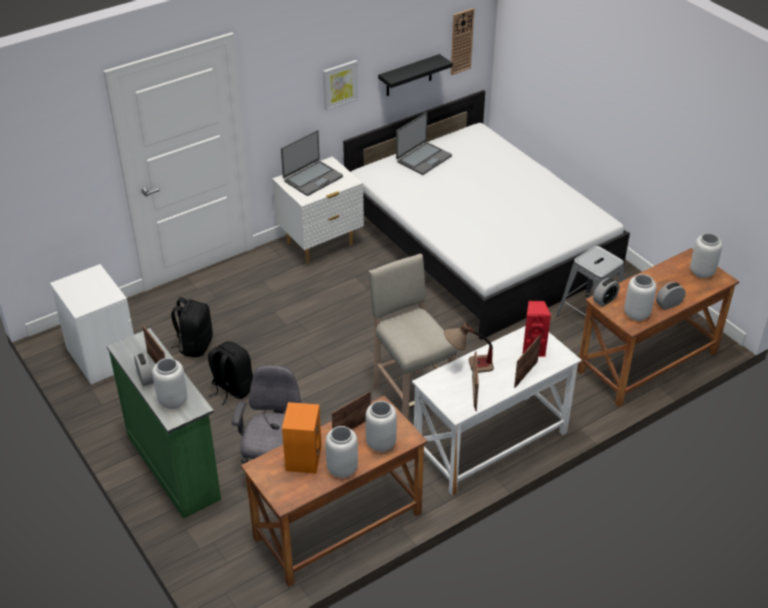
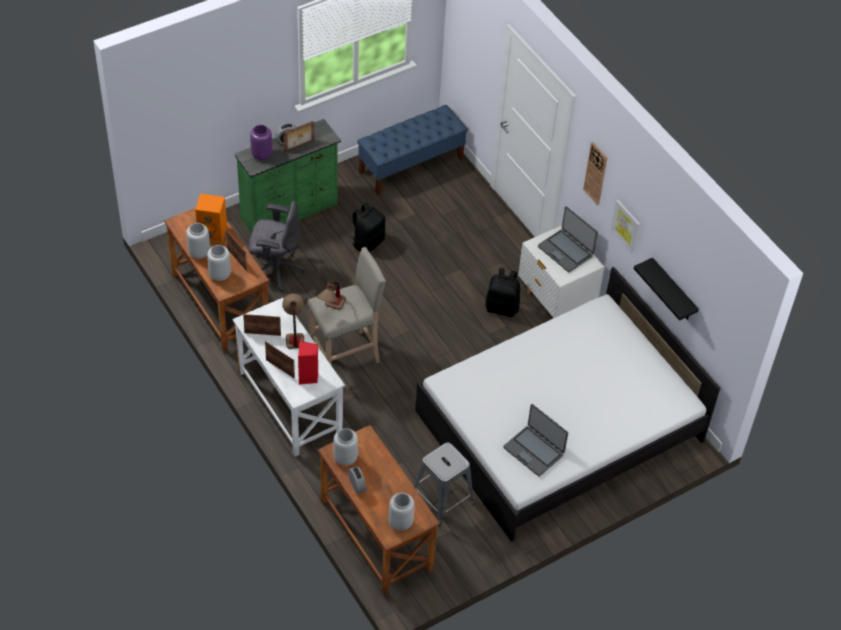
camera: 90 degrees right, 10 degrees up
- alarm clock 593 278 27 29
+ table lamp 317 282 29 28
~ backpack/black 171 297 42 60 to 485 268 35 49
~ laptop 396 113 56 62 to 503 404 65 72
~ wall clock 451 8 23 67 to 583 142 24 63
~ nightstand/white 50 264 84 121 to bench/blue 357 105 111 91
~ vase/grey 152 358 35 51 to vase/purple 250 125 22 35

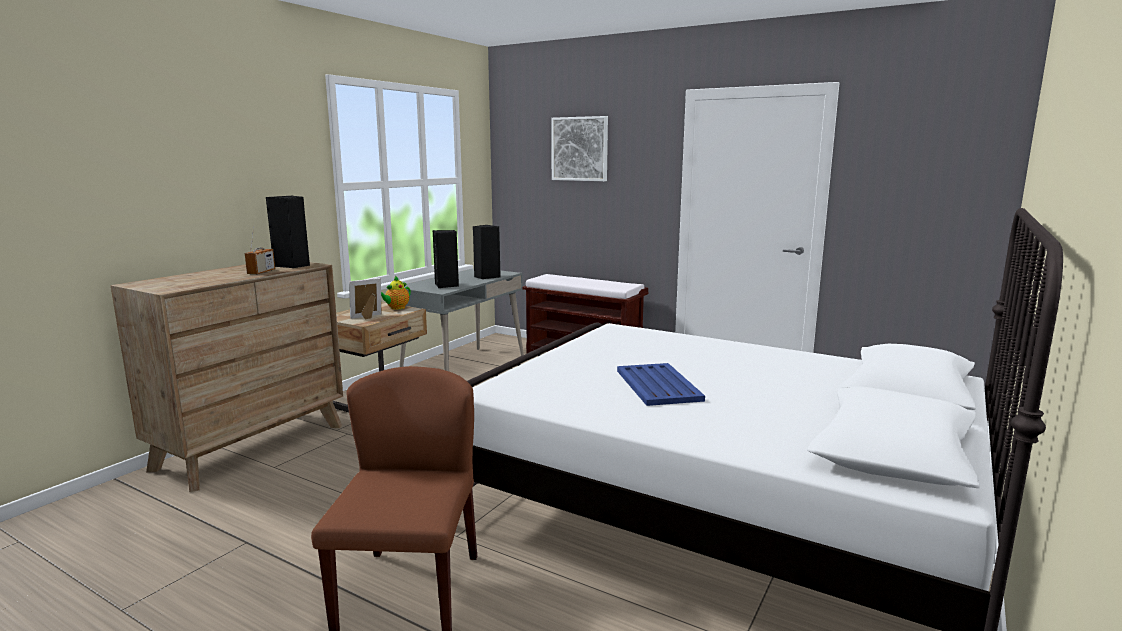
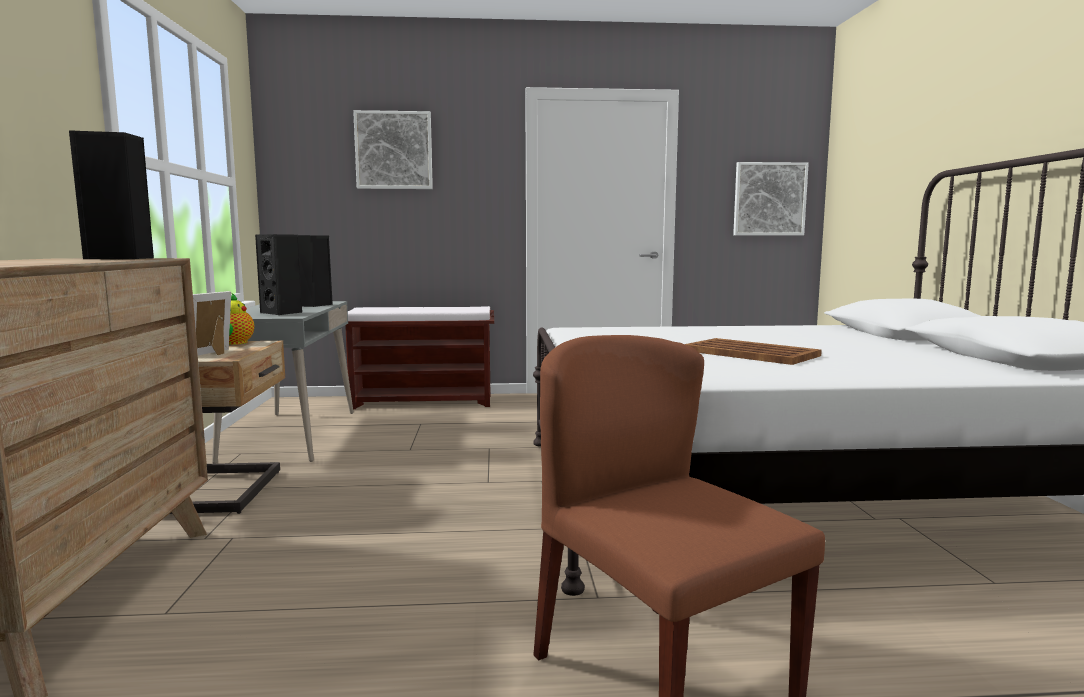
camera: 35 degrees left, 5 degrees down
- radio 245 227 30 48
+ picture 733 162 76 74
~ tray/blue 617 363 88 43 to tray/brown 685 338 137 27

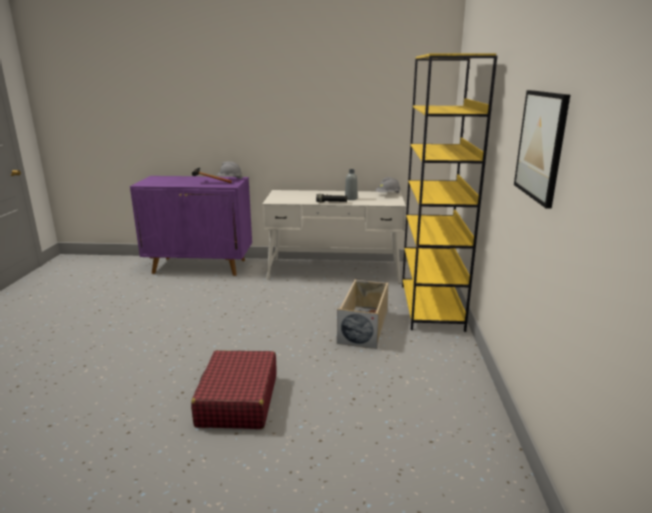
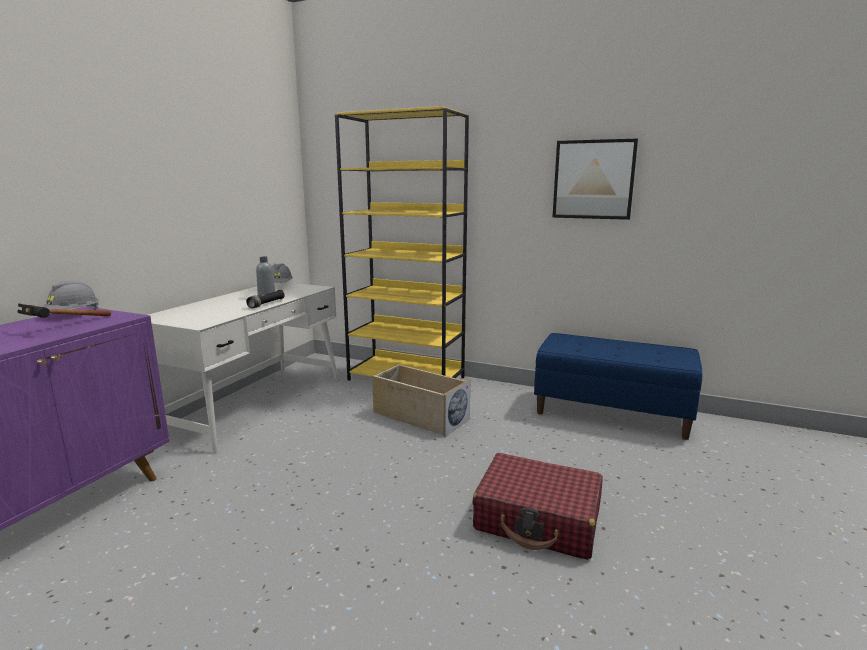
camera: 70 degrees left, 5 degrees down
+ bench/blue 534 333 168 107

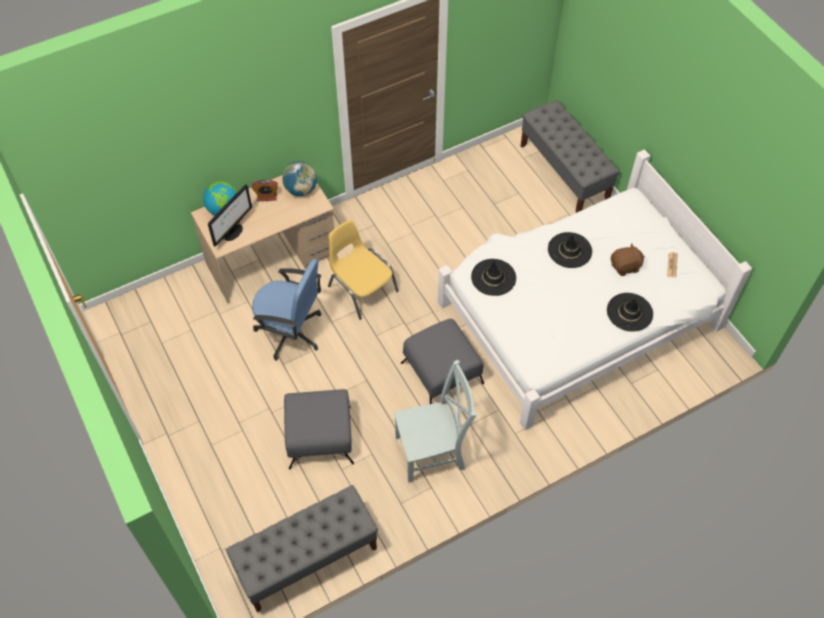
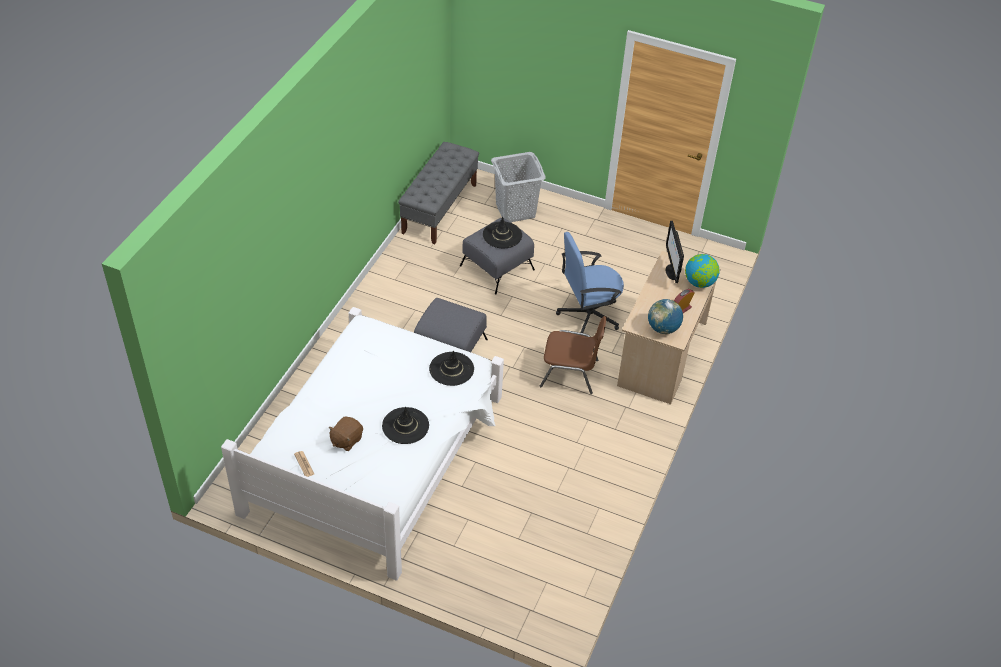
camera: 140 degrees right, 10 degrees down
- chair/grey 394 360 83 123
- bench/grey 521 100 99 113
+ laundry basket/grey 491 152 55 70
~ hat/black 607 293 46 39 to 483 217 39 31
~ chair/yellow 328 220 71 100 to chair/brown 540 316 67 78

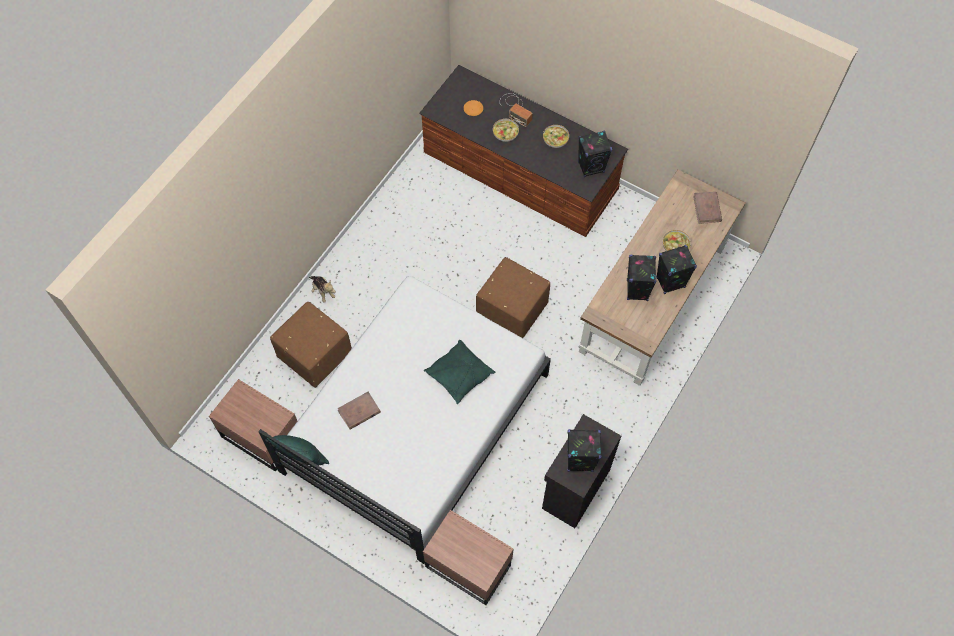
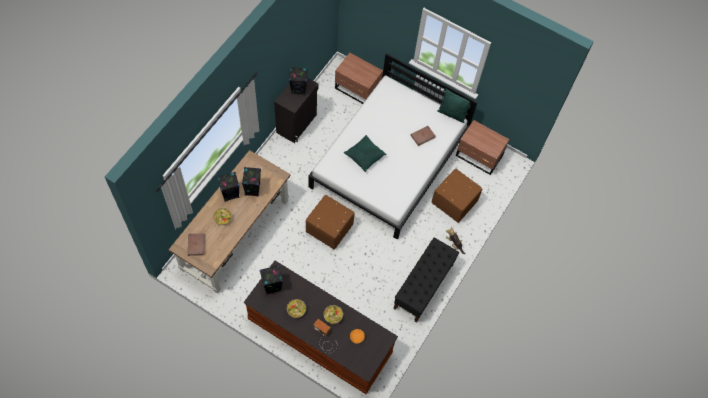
camera: 175 degrees right, 0 degrees up
+ bench/black 393 238 66 85

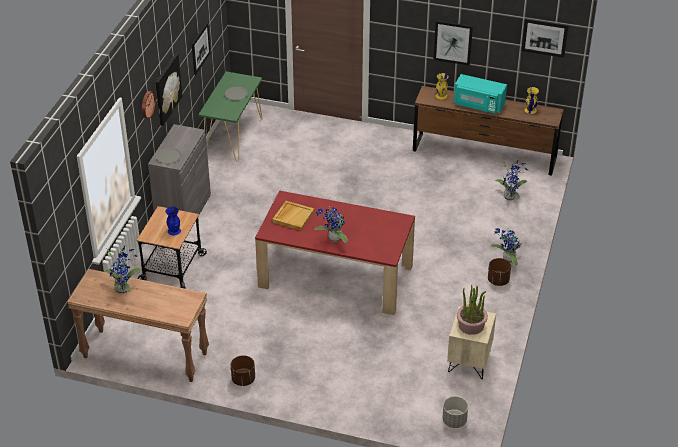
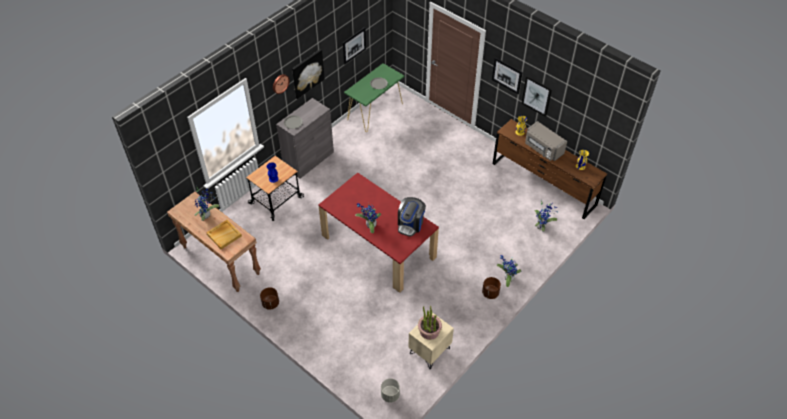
camera: 25 degrees right, 10 degrees up
+ coffee machine 398 197 28 40
~ tray/beige 272 201 42 30 to 206 220 36 29
~ picture 521 19 48 39 to 492 57 31 37
~ microwave/turquoise 454 74 53 40 to microwave/grey 525 121 42 40

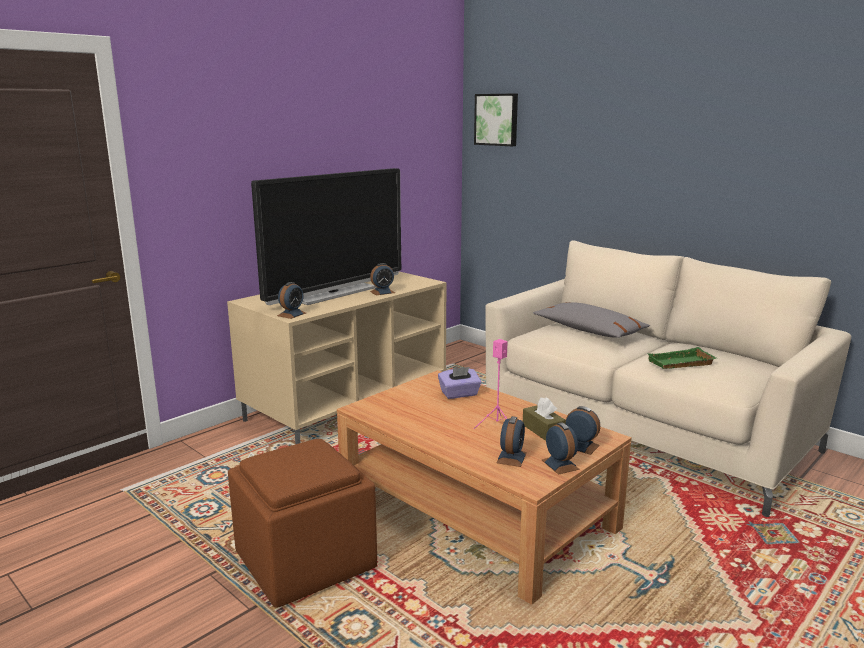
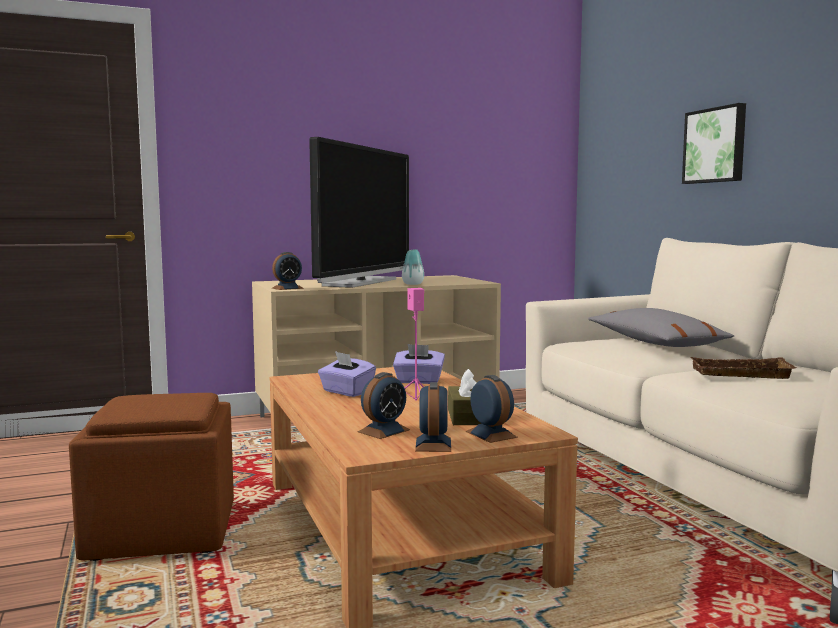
camera: 25 degrees right, 10 degrees down
+ tissue box/purple 318 351 58 46
~ picture 474 94 44 52 to 682 103 64 81
~ alarm clock 370 263 25 32 to vase 402 249 22 36
~ tray/green 647 347 69 22 to tray/brown 691 357 105 22
~ television 251 168 150 137 = 309 137 100 151 45 degrees counterclockwise

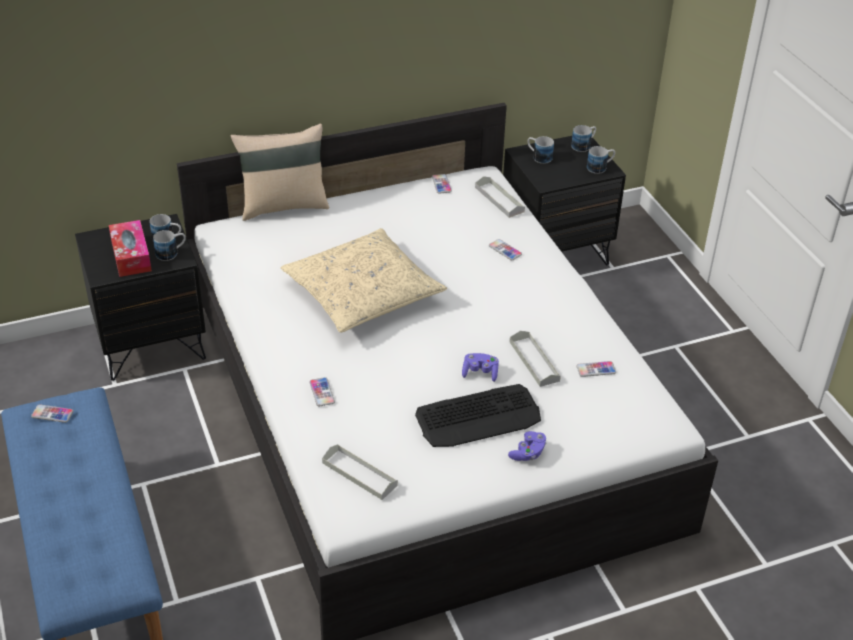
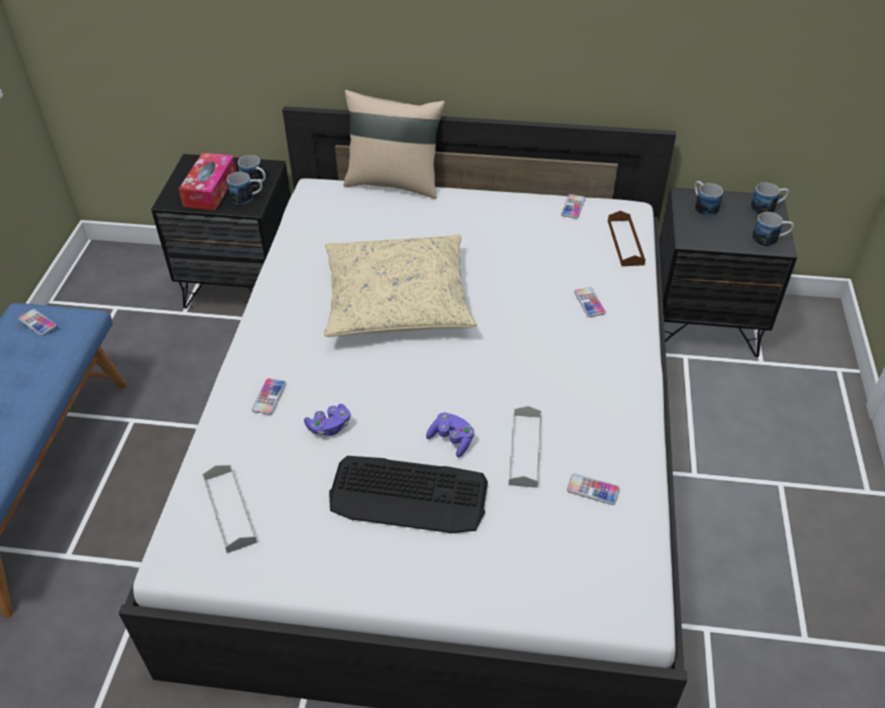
camera: 30 degrees right, 5 degrees up
~ game controller/purple 508 431 38 30 to 304 404 46 32
~ tray/grey 475 176 50 42 to tray/brown 608 211 38 55

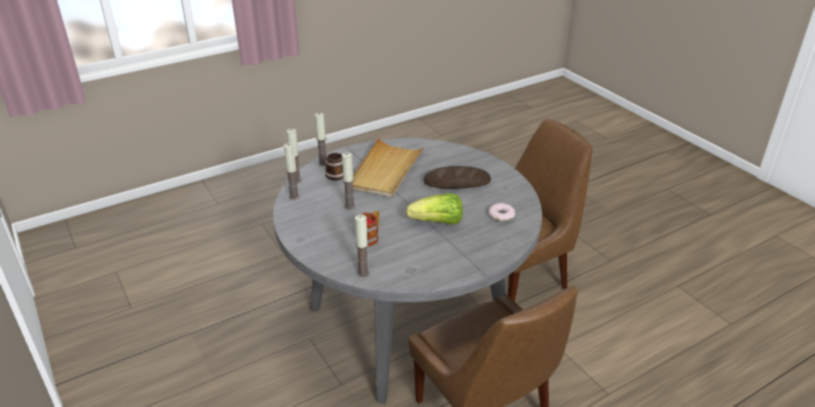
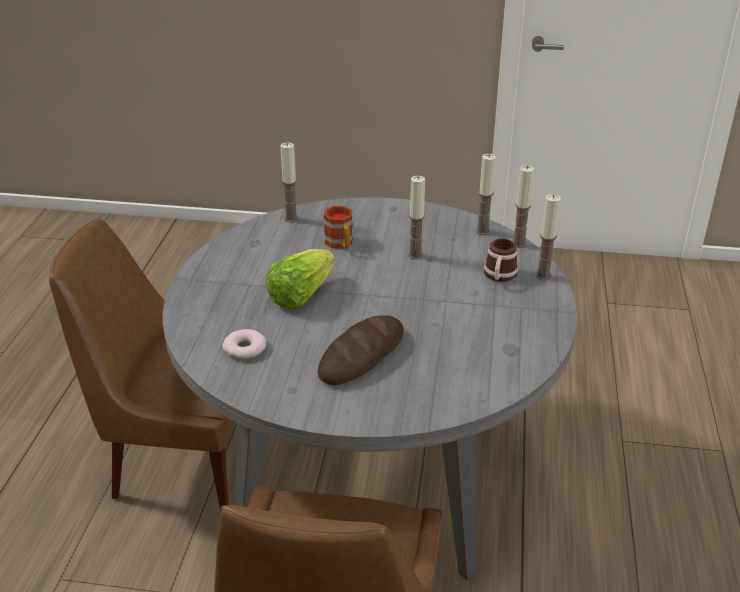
camera: 130 degrees right, 0 degrees up
- tray/beige 352 137 74 61

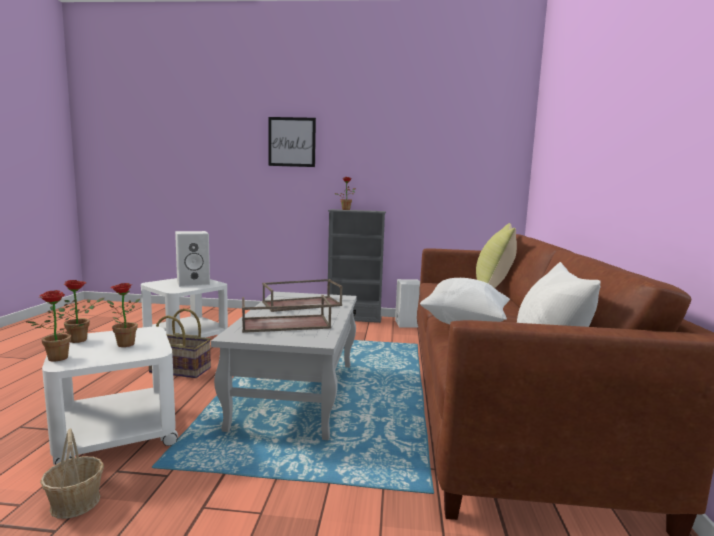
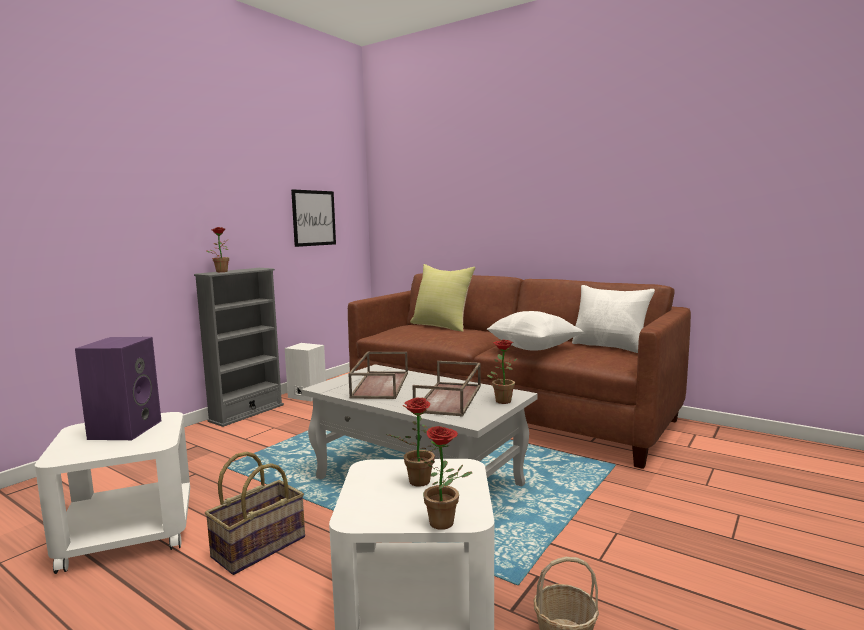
camera: 60 degrees left, 0 degrees up
~ potted plant 59 280 45 63 to 487 340 31 64
~ picture 268 117 48 50 to 291 189 45 58
~ speaker/white 175 231 35 56 to speaker/purple 75 337 86 103

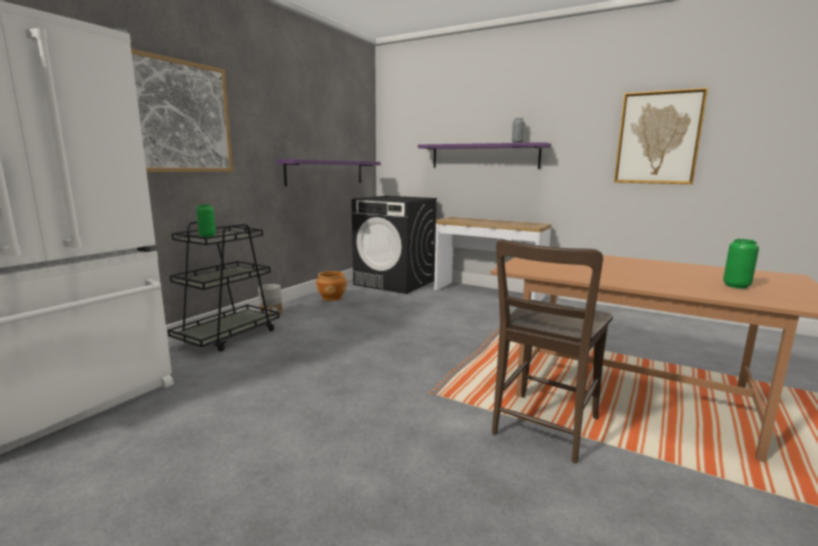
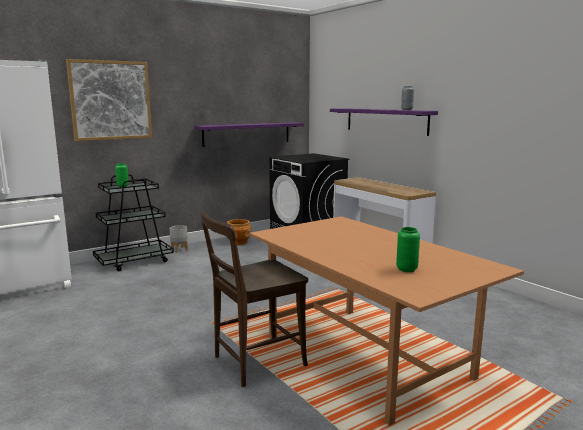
camera: 25 degrees right, 0 degrees up
- picture 614 88 94 96

